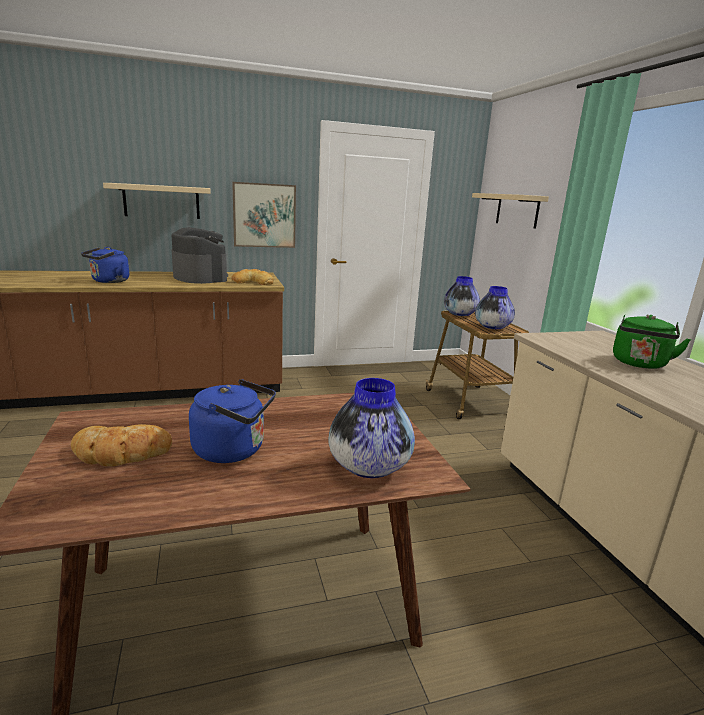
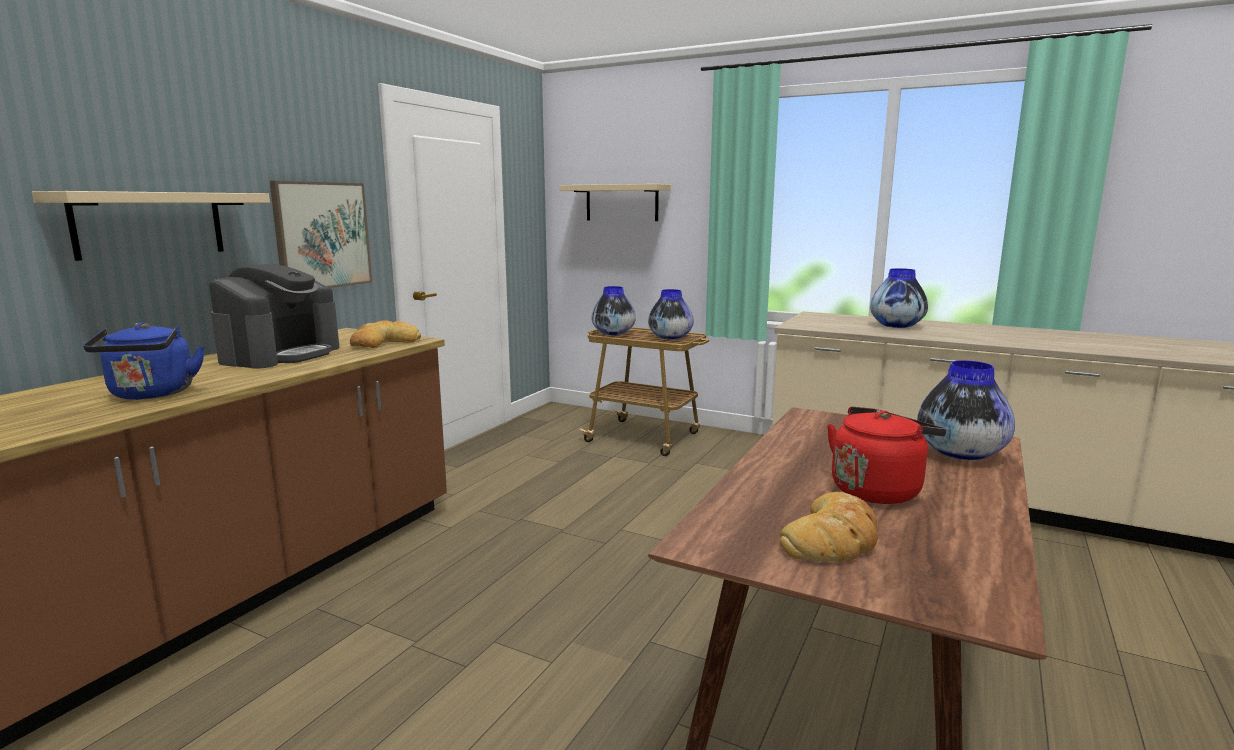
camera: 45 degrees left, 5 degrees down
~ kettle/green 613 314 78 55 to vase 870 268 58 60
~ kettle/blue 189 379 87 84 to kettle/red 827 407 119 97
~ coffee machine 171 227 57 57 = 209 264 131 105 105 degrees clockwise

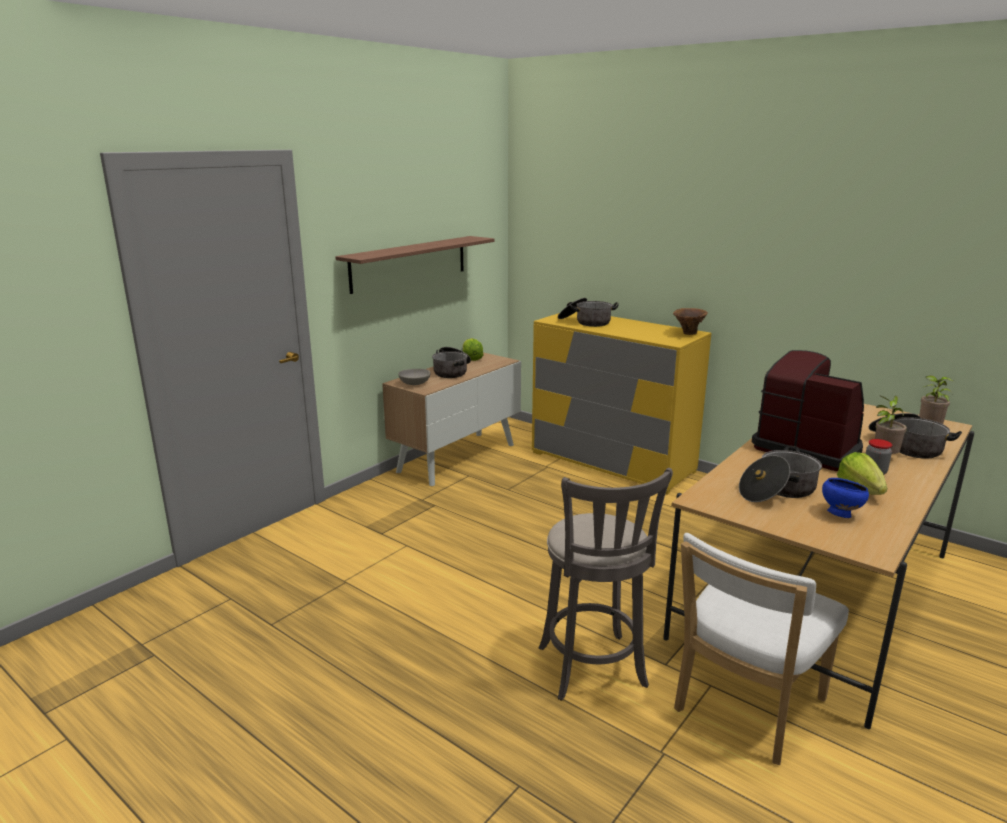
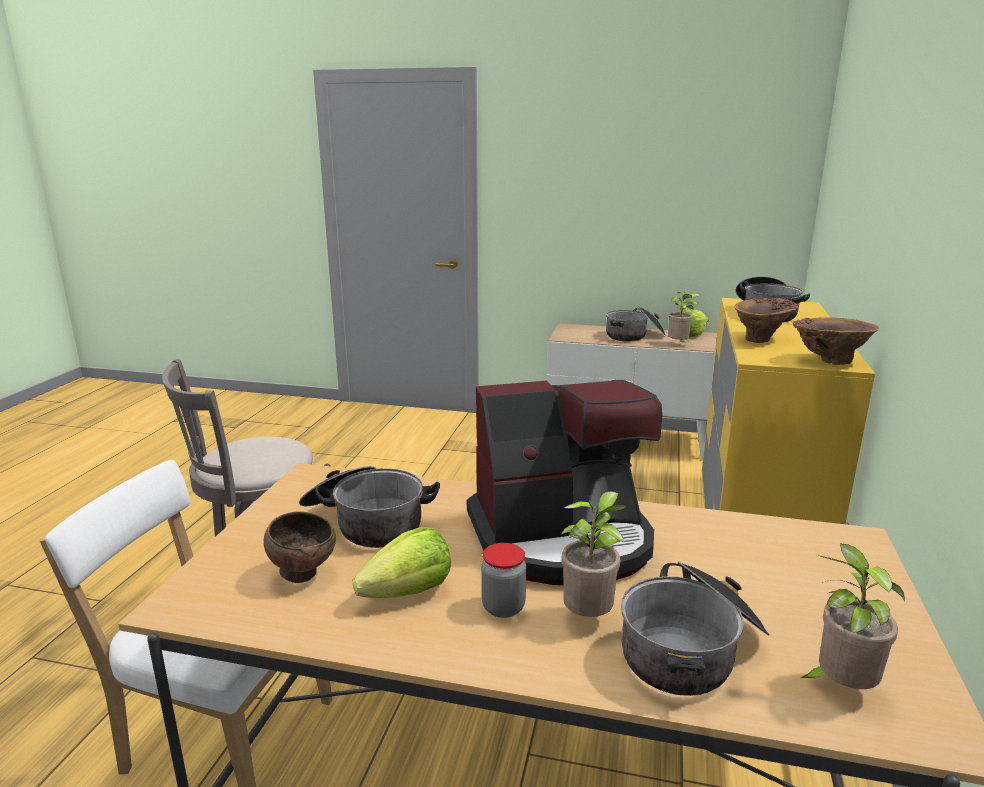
camera: 65 degrees right, 0 degrees up
- shelf 335 236 160 58
- bowl/grey 398 369 33 16
+ potted plant 668 292 32 51
+ vase/brown 734 298 64 45
~ bowl/blue 822 478 47 40 to bowl/brown 264 511 72 72
~ coffee machine 752 350 112 121 = 467 380 195 205 60 degrees clockwise

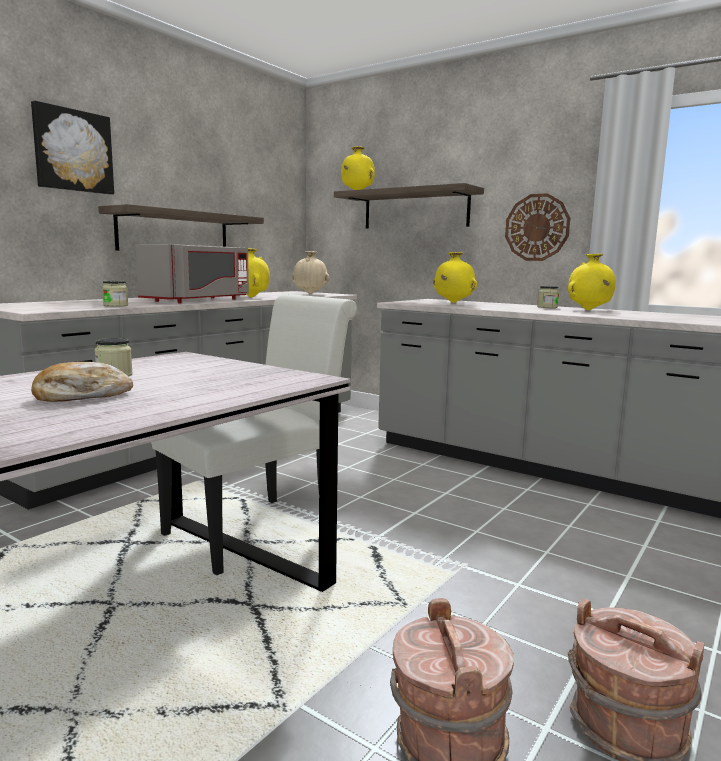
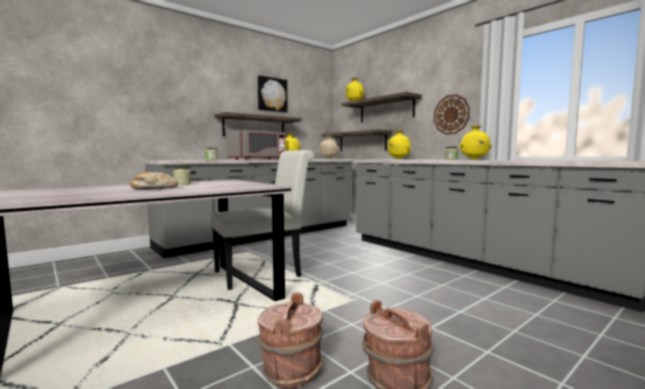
camera: 15 degrees right, 5 degrees down
+ shelf 322 129 71 22
~ picture 31 101 83 94 to 258 75 30 38

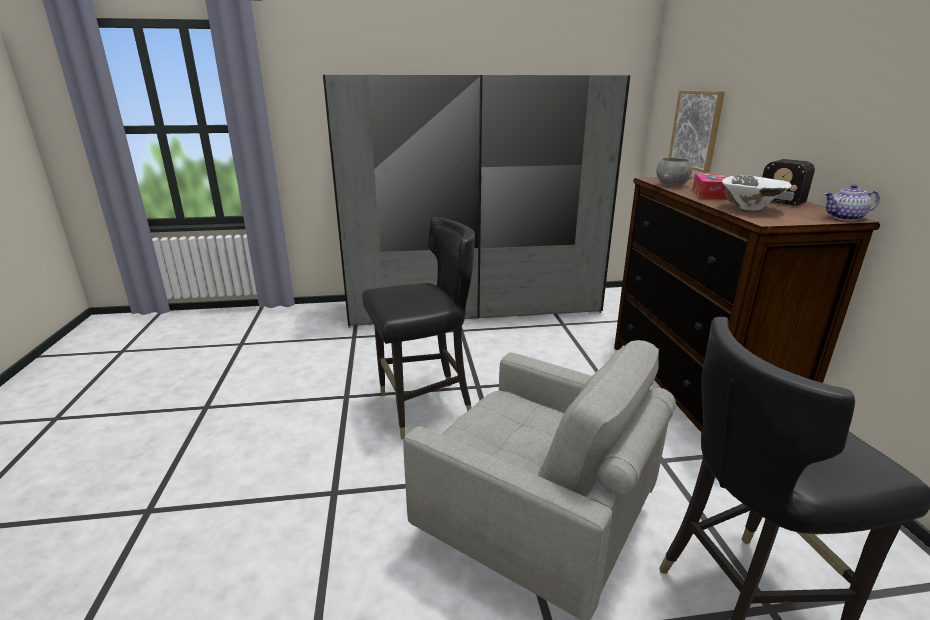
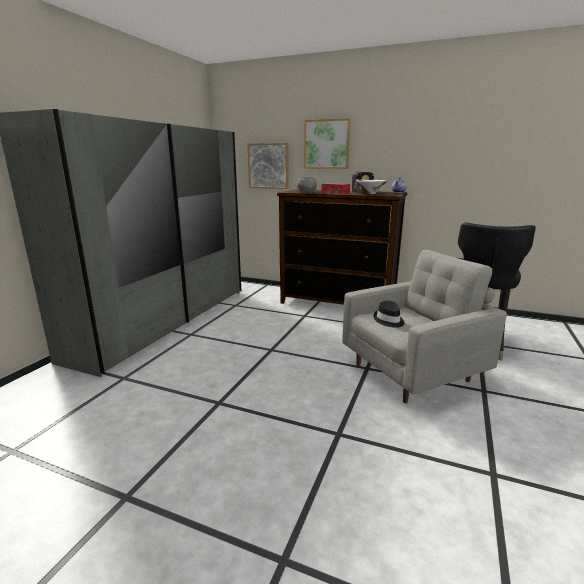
camera: 60 degrees left, 5 degrees down
- chair/black 362 217 113 222
+ picture 304 118 47 51
+ hat/black 373 301 31 27

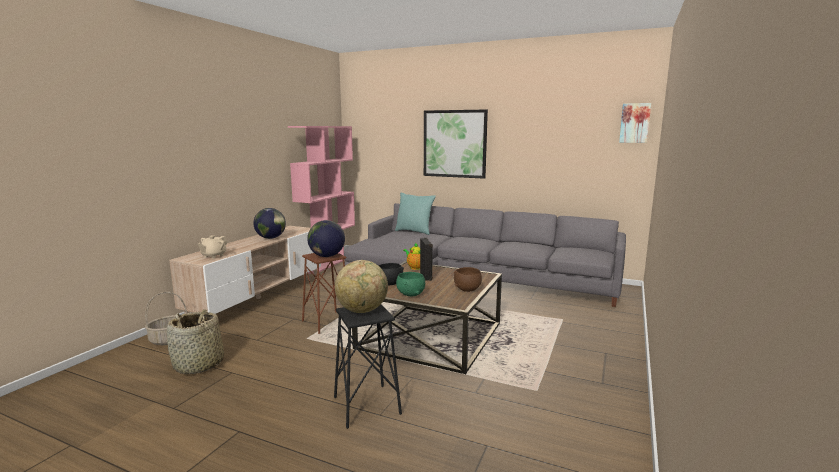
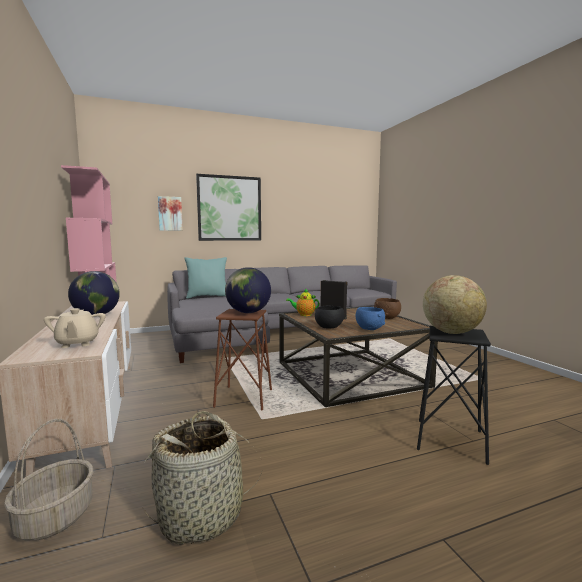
camera: 45 degrees left, 5 degrees down
~ picture 619 103 32 40 to 158 196 25 35
~ bowl/green 396 272 29 24 to bowl/blue 356 307 30 23

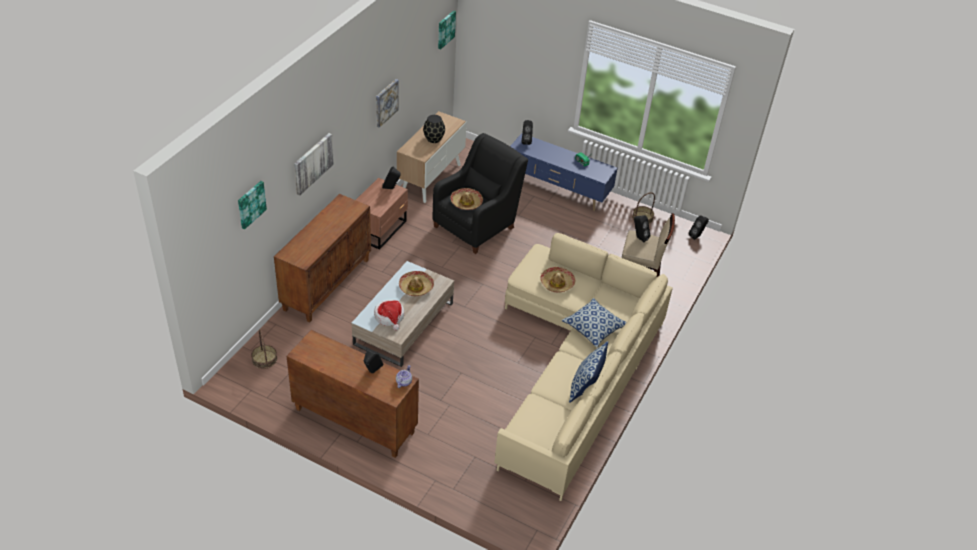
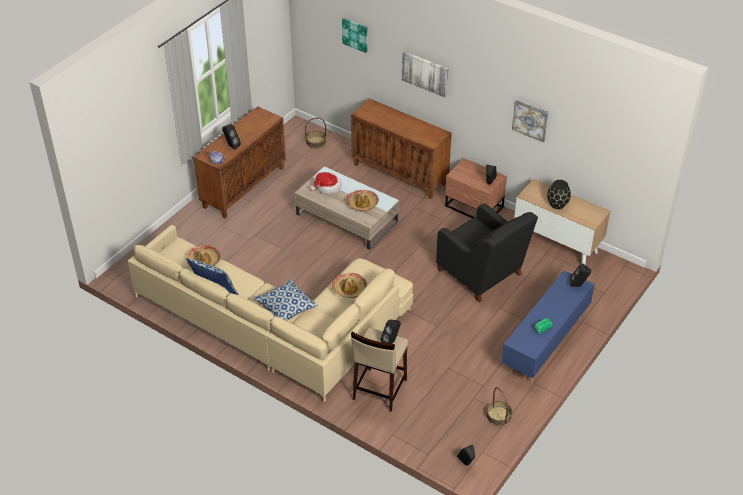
camera: 100 degrees right, 0 degrees up
- picture 438 10 18 39
~ hat 450 188 33 22 to 186 245 34 22

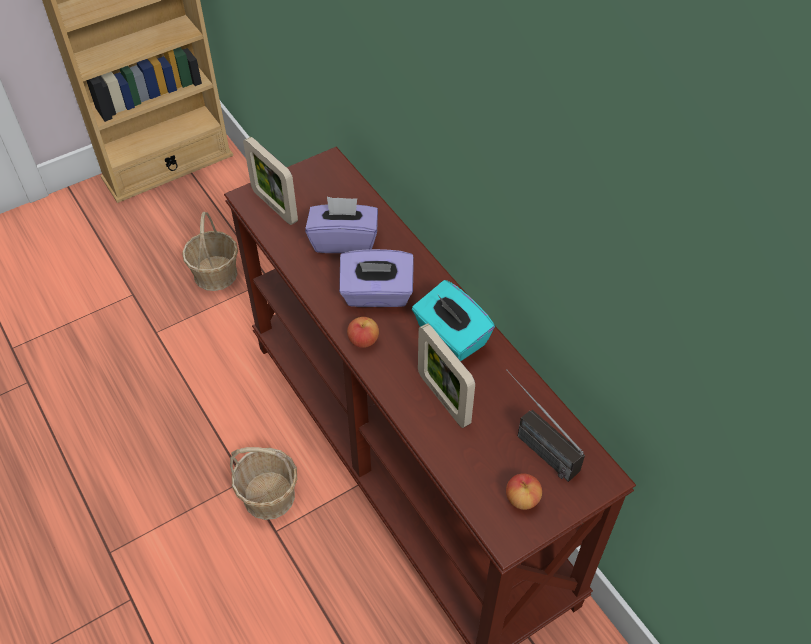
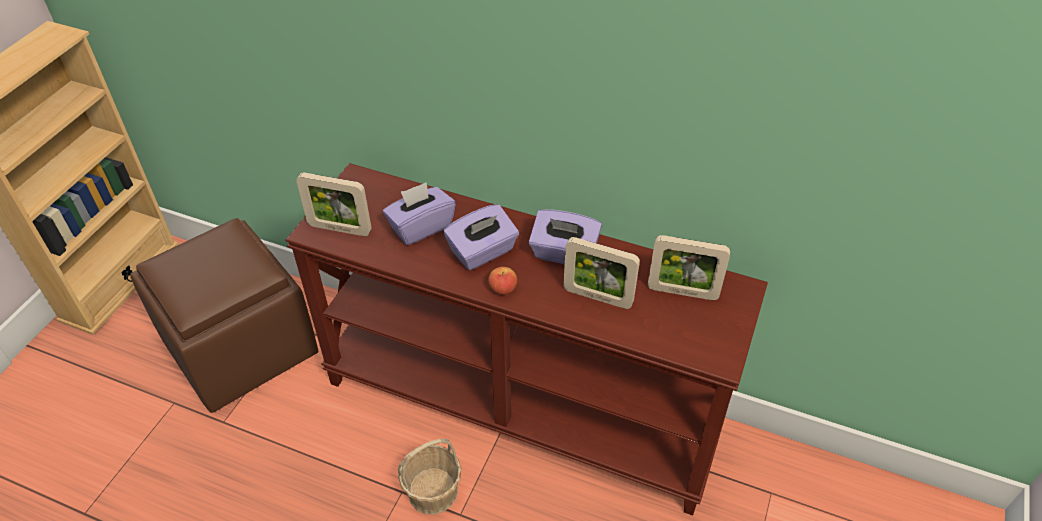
camera: 35 degrees left, 5 degrees down
- apple 506 474 36 36
~ basket 182 212 56 79 to ottoman/brown 130 218 189 195
~ radio 506 370 79 112 to picture frame 648 235 82 65
~ tissue box/turquoise 412 280 83 81 to tissue box/purple 529 209 73 55

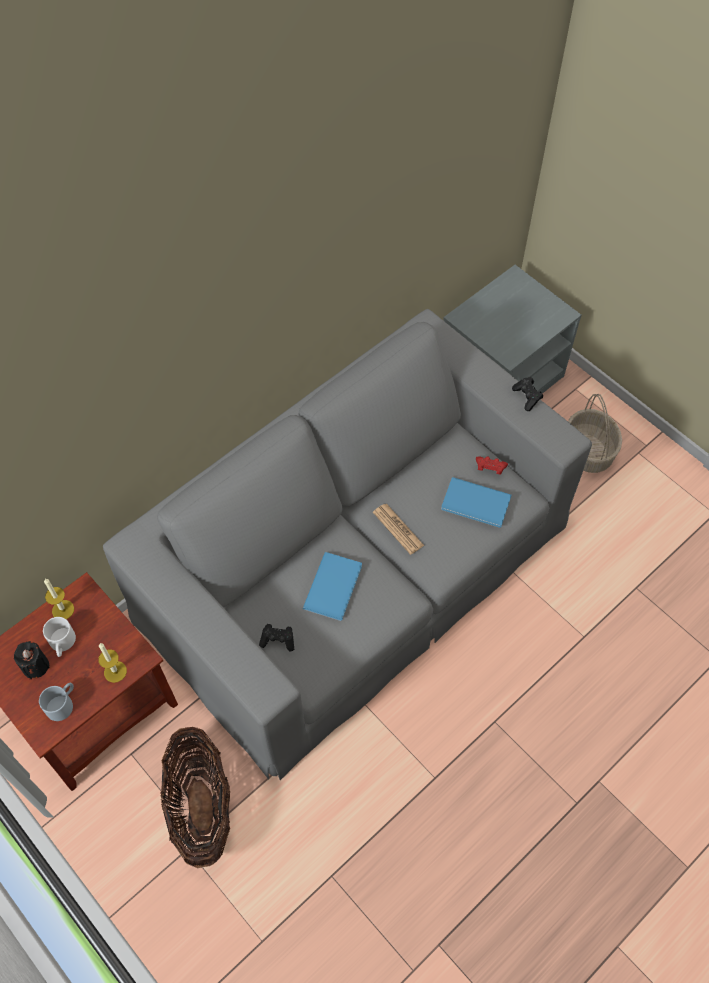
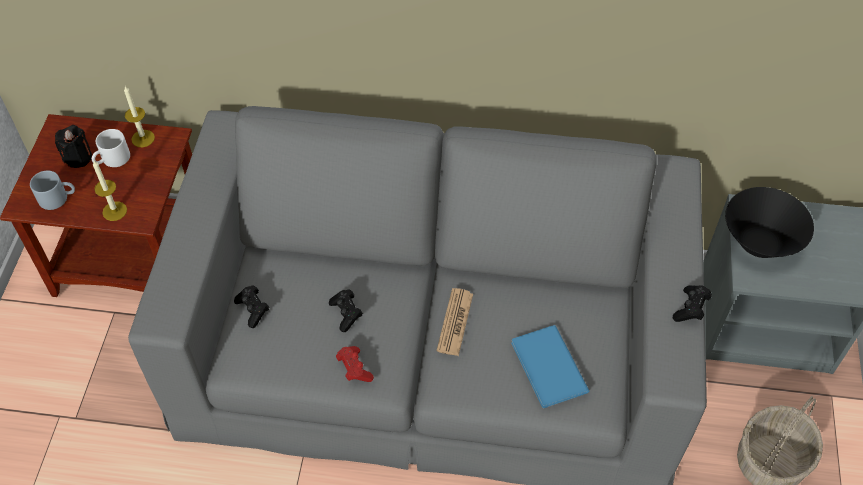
camera: 50 degrees right, 5 degrees down
- basket 160 727 70 141
+ bowl/black 725 187 89 71
~ game controller/red 476 456 32 19 to 336 346 38 36
~ book/blue 303 552 59 69 to game controller/black 329 289 34 43

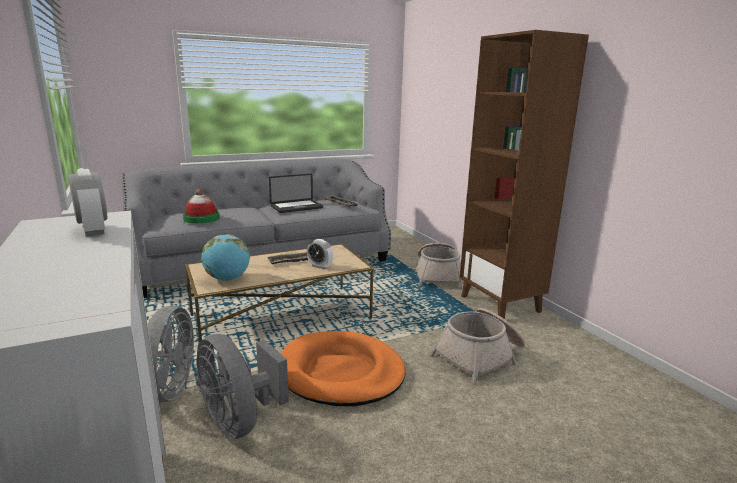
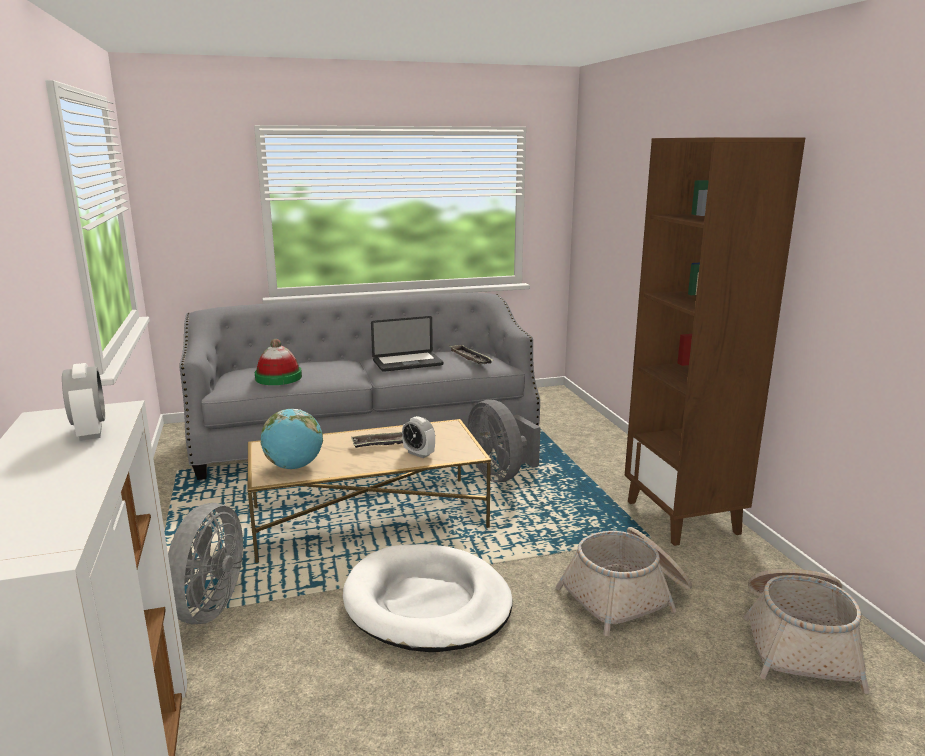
camera: 10 degrees right, 0 degrees up
~ fan/grey 196 334 93 105 to 467 400 74 82
~ basket 416 243 47 45 to 744 569 126 125
~ dog bed/orange 281 331 124 75 to dog bed/white 343 544 170 108

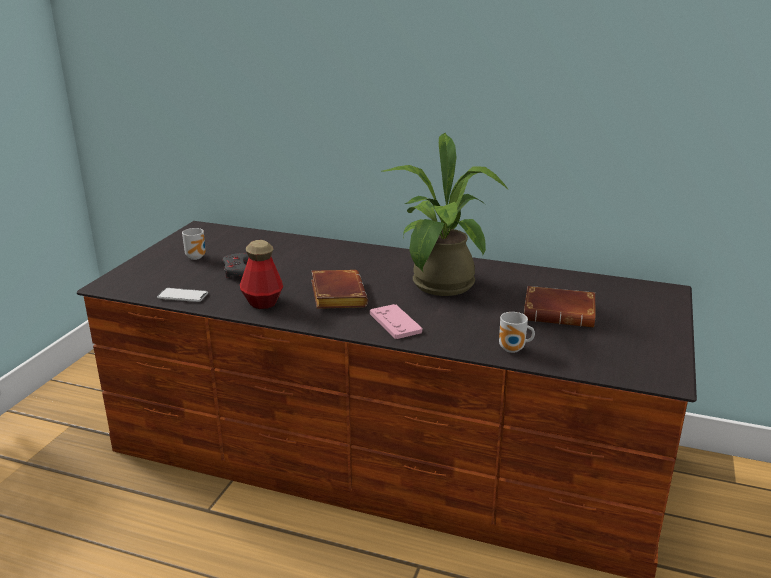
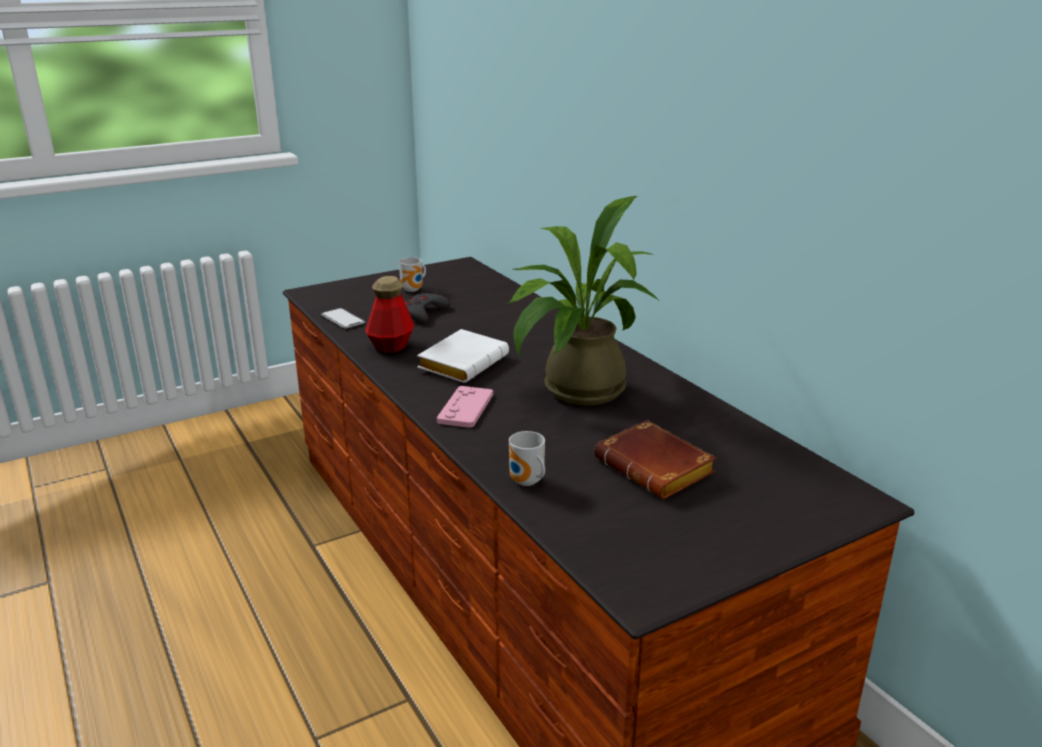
camera: 40 degrees right, 0 degrees up
~ book/brown 311 270 57 39 to book/white 417 329 92 54

